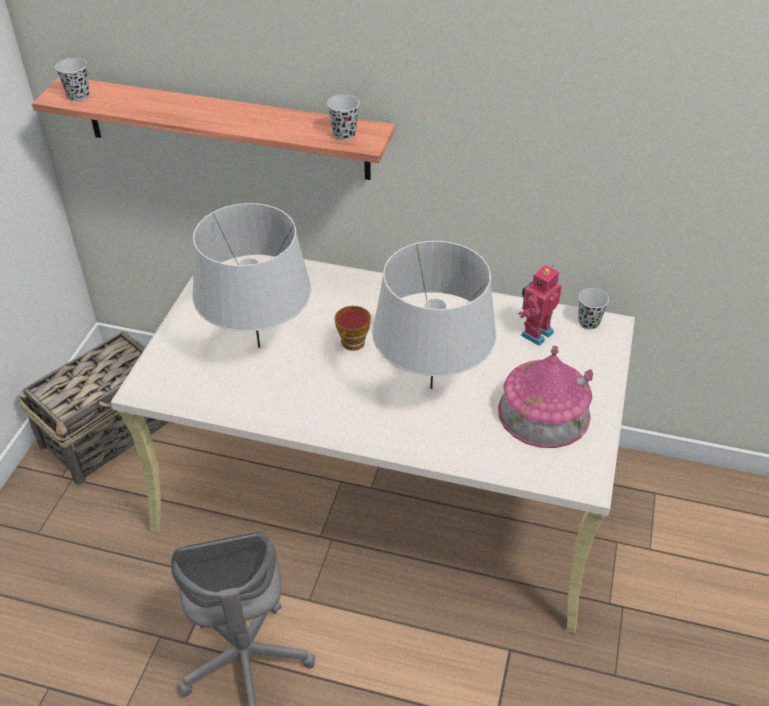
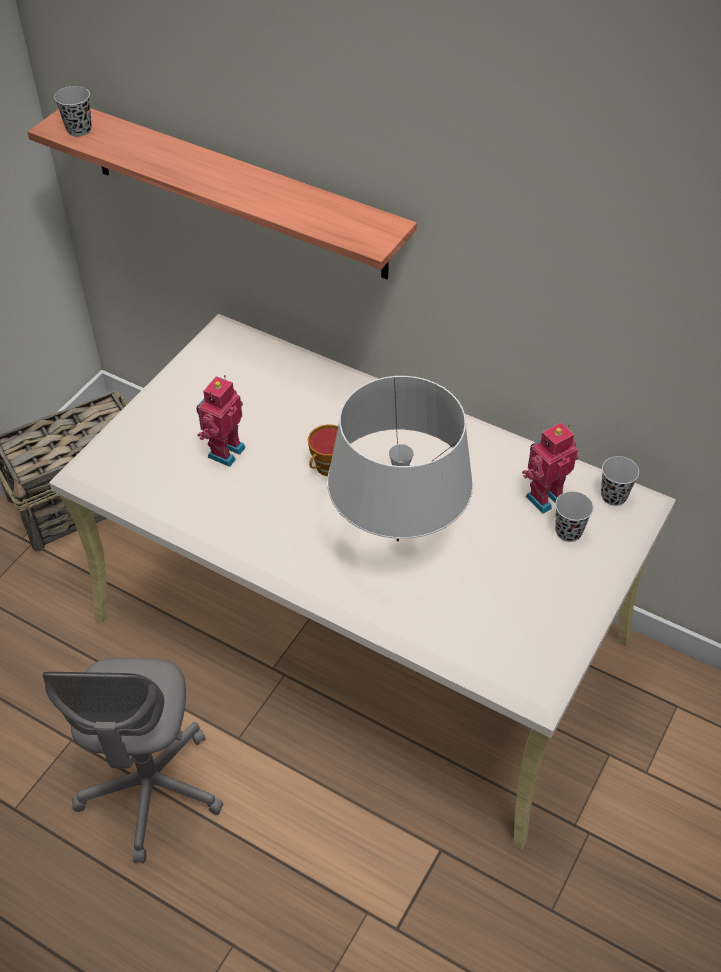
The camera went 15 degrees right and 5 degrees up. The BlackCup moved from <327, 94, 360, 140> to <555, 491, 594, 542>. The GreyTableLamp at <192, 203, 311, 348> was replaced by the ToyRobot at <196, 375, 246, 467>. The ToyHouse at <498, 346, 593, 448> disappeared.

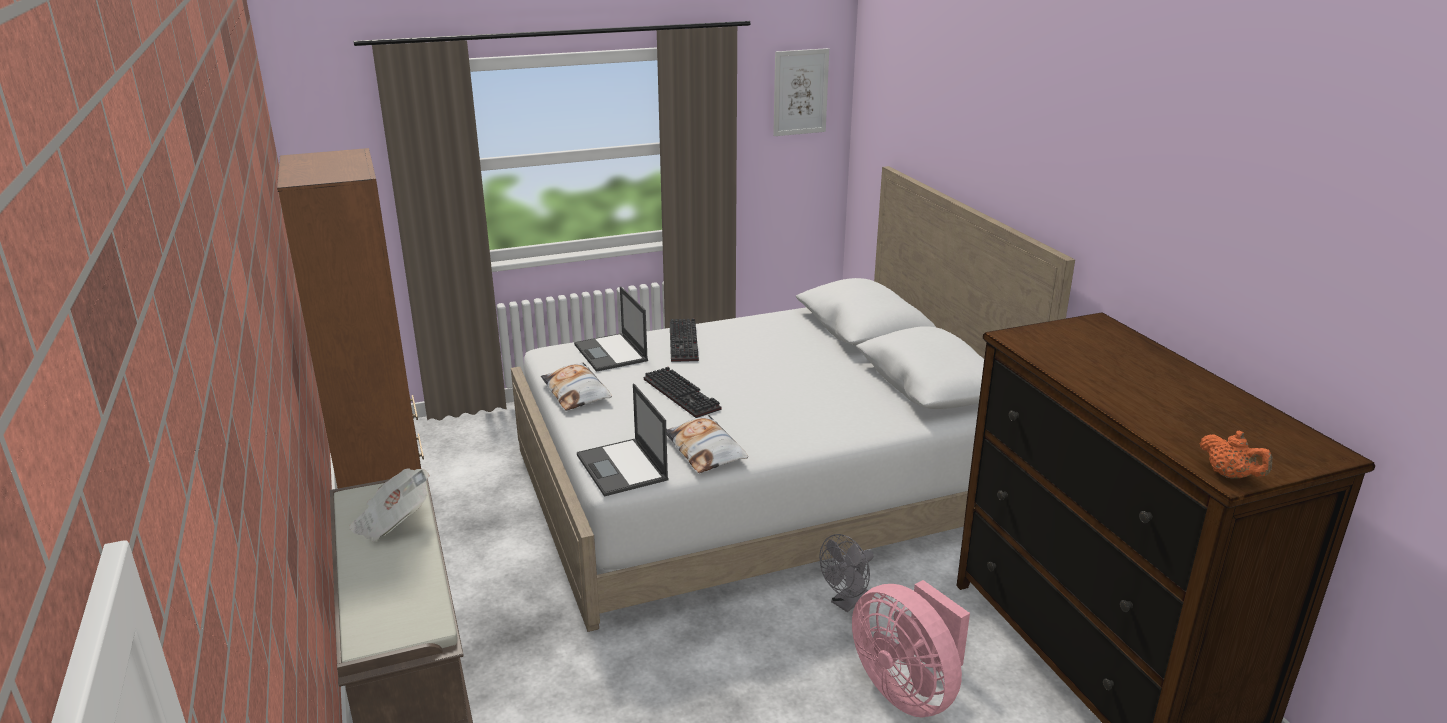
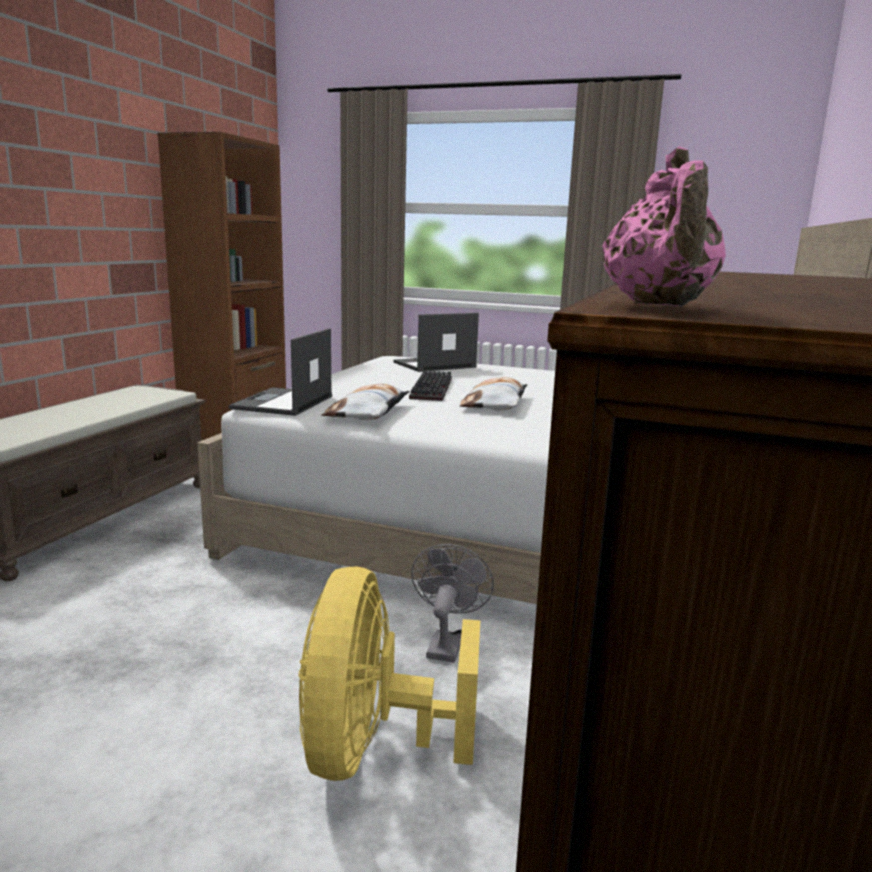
The camera went 40 degrees right and 10 degrees down. The Picture at <773, 48, 829, 136> disappeared. The Laptop at <574, 286, 648, 372> turned 45 degrees clockwise. The Keyboard at <670, 318, 699, 362> disappeared. The Pillow moved from <541, 362, 612, 410> to <459, 377, 527, 410>. The OrangeTeapot at <1200, 431, 1272, 479> became the PinkTeapot at <602, 146, 726, 306>. The Newspaper at <349, 468, 430, 542> disappeared. The GreyFan at <819, 534, 873, 612> turned 105 degrees clockwise. The PinkFan at <852, 580, 970, 718> became the YellowFan at <299, 566, 480, 781>.

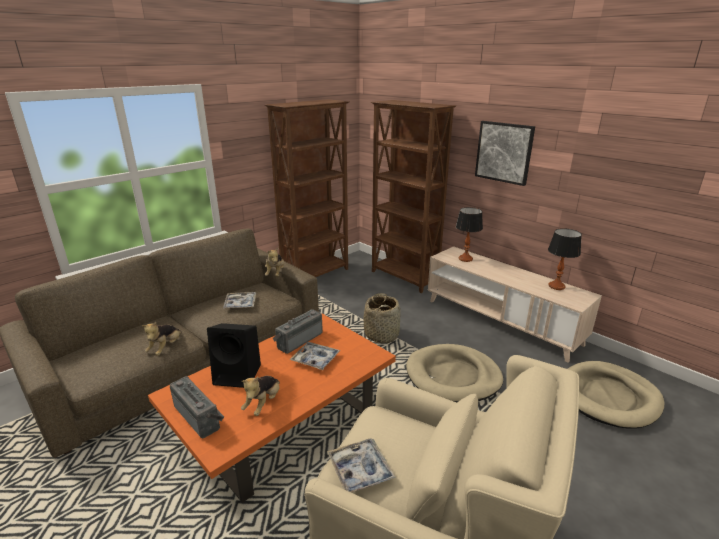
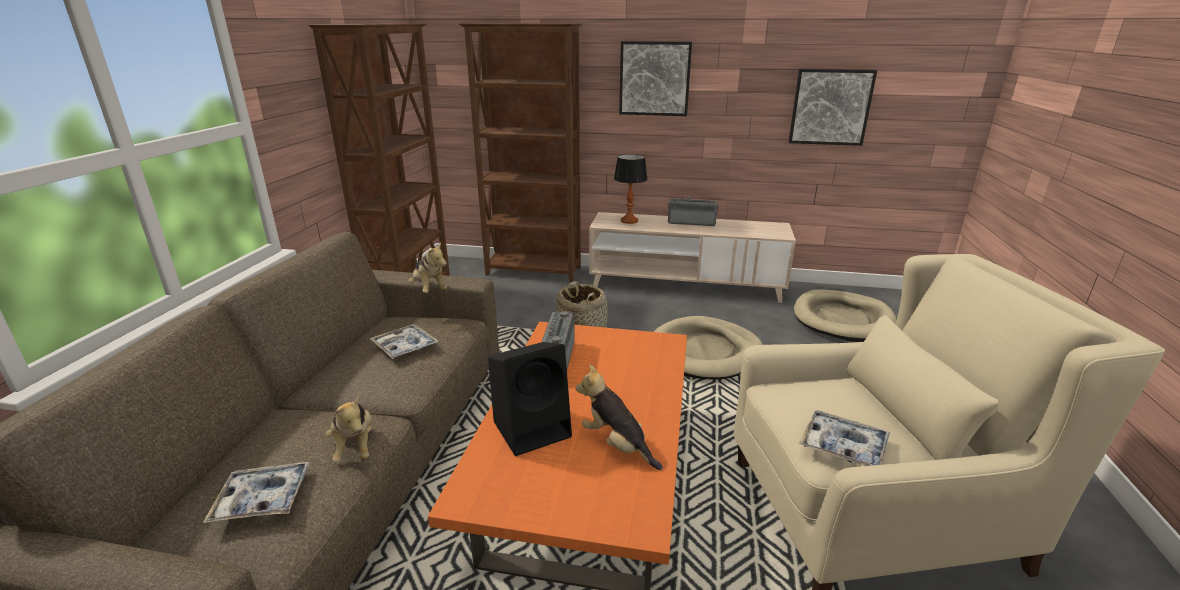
The camera went 35 degrees left and 0 degrees up. The TableLamp at <548, 228, 582, 290> disappeared. The Tray moved from <289, 342, 340, 370> to <203, 462, 310, 523>. The Radio moved from <170, 376, 224, 439> to <668, 197, 719, 226>. The PlushToy at <241, 376, 280, 416> turned 150 degrees clockwise. The Picture at <788, 69, 877, 146> appeared.

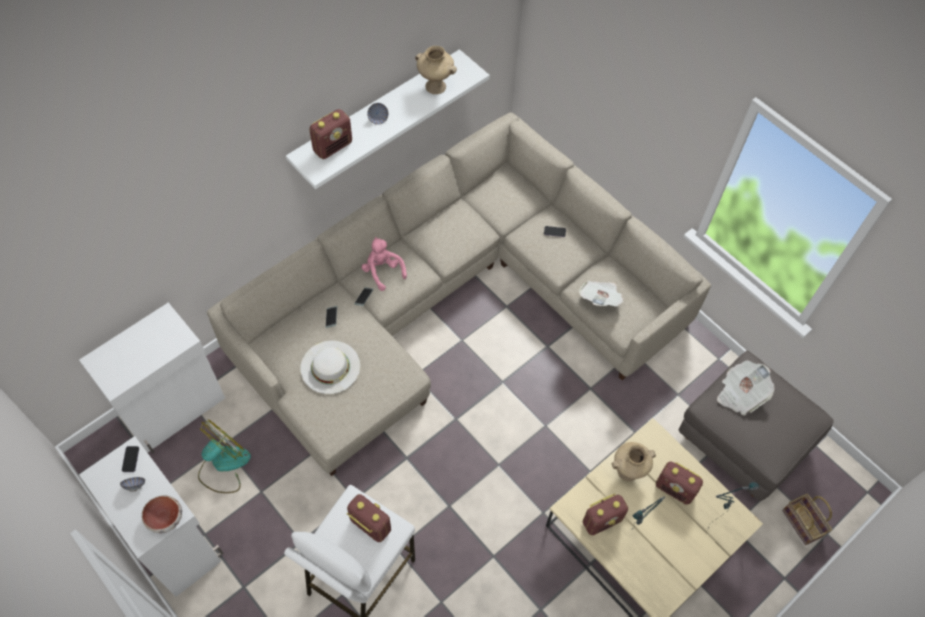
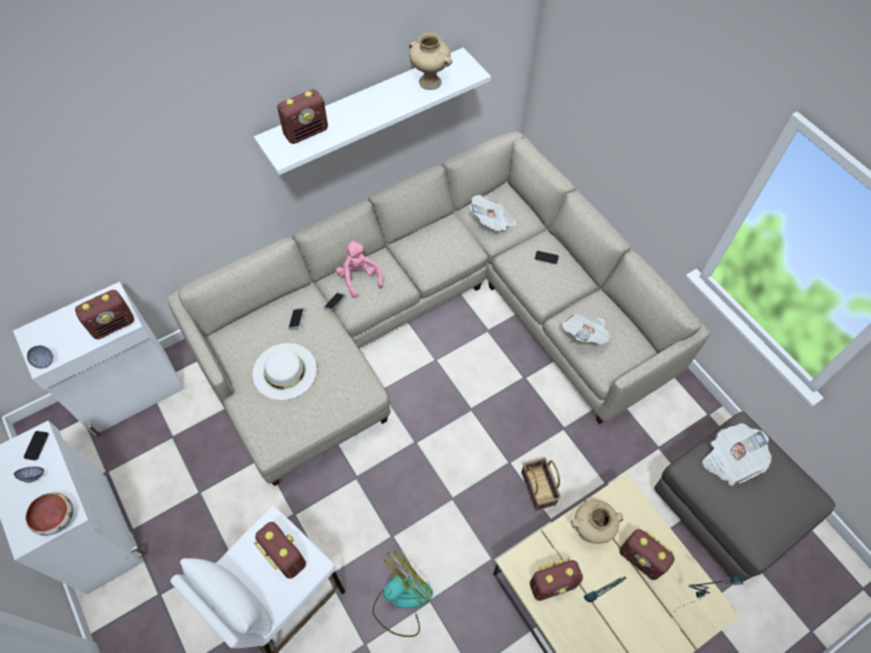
The camera went 10 degrees right and 0 degrees up. The Bowl moved from <367, 103, 388, 125> to <27, 345, 53, 369>. The Fan moved from <198, 419, 251, 493> to <373, 550, 433, 637>. The Basket moved from <782, 494, 832, 546> to <521, 457, 561, 511>. The Newspaper at <469, 195, 516, 232> appeared. The Radio at <75, 290, 134, 339> appeared.

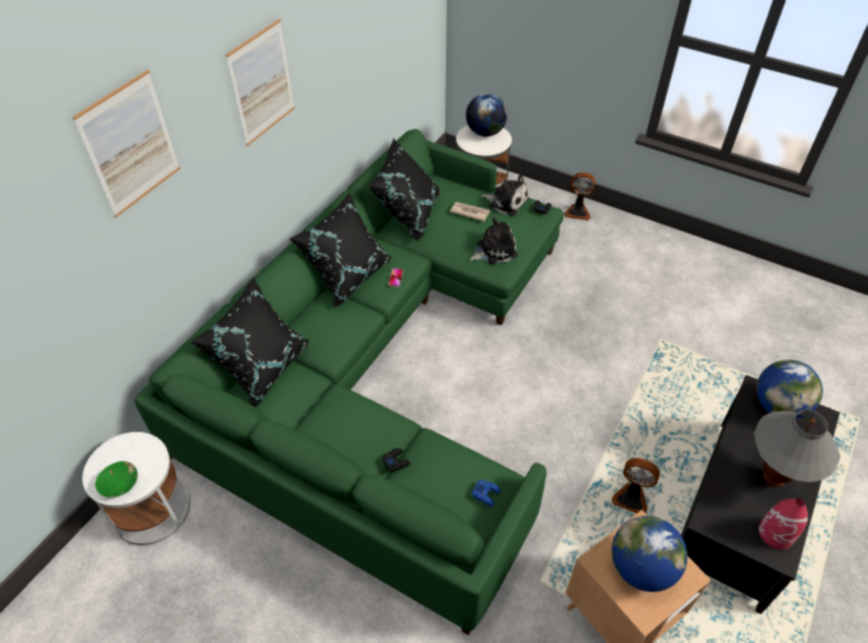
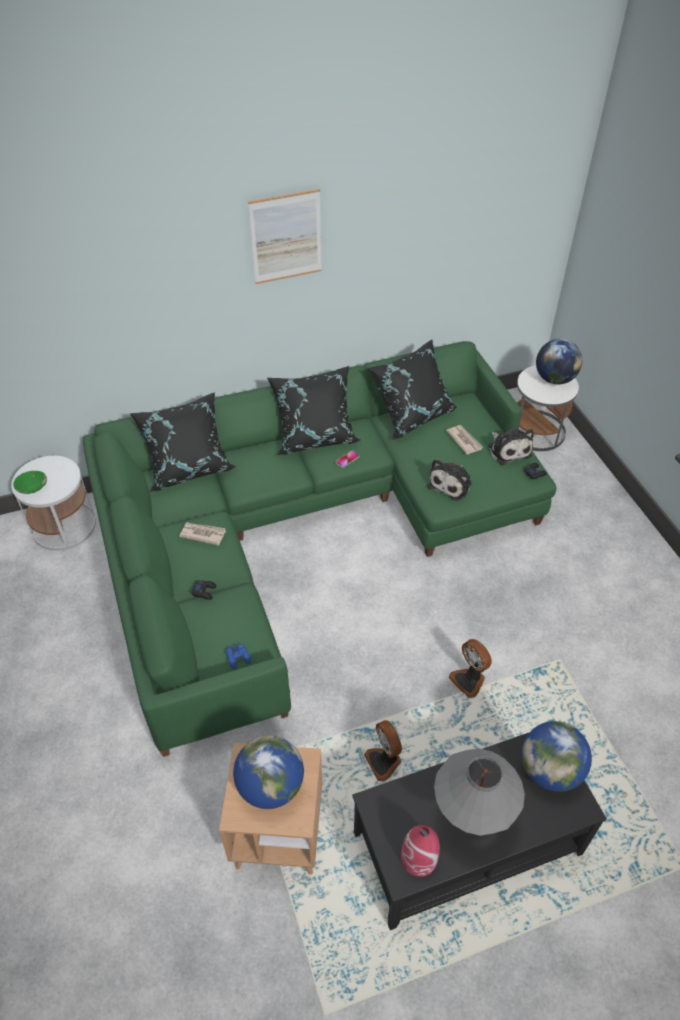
The camera went 40 degrees right and 0 degrees up. The Picture at <73, 70, 180, 217> disappeared. The Fan moved from <564, 172, 596, 220> to <449, 639, 492, 698>. The PlushToy at <470, 217, 518, 264> turned 105 degrees clockwise. The Newspaper at <179, 522, 226, 546> appeared.

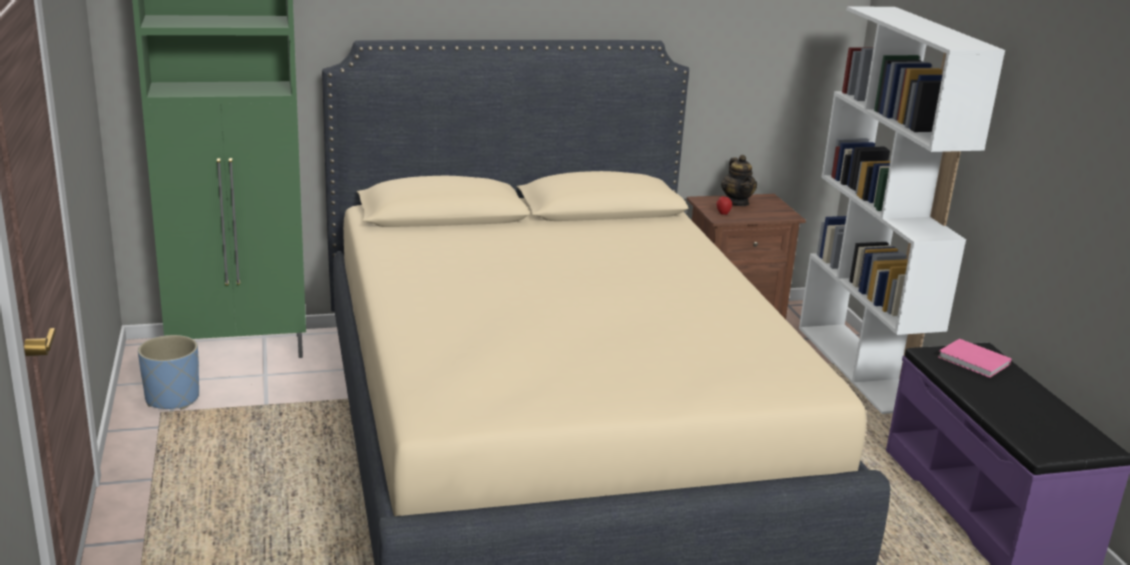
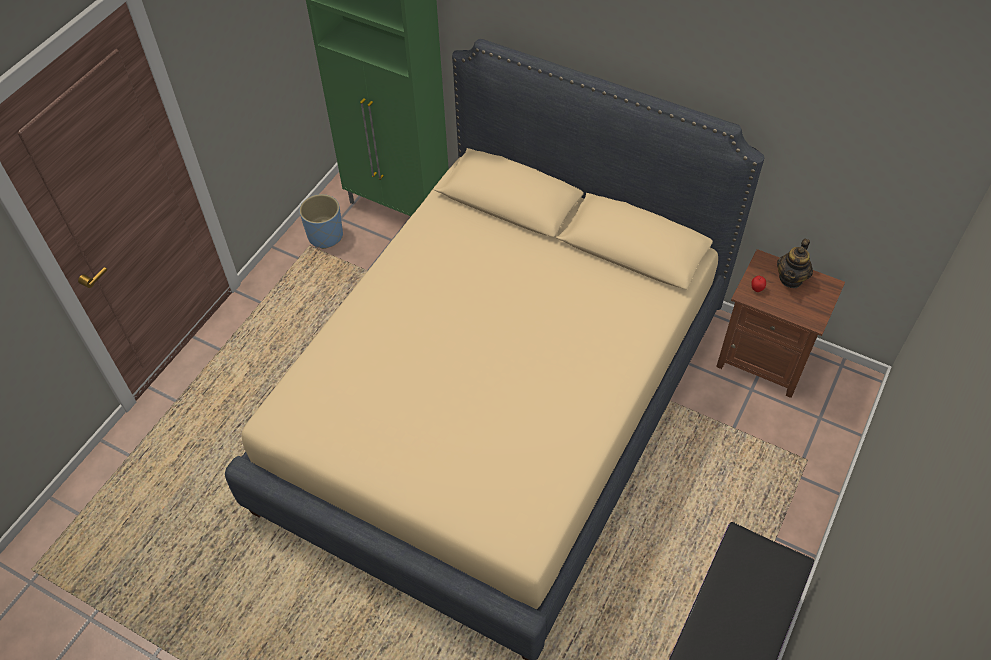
The camera went 45 degrees right and 30 degrees up. The WhiteBookcase at <799, 6, 1005, 414> disappeared. The PinkBook at <938, 339, 1012, 378> disappeared.

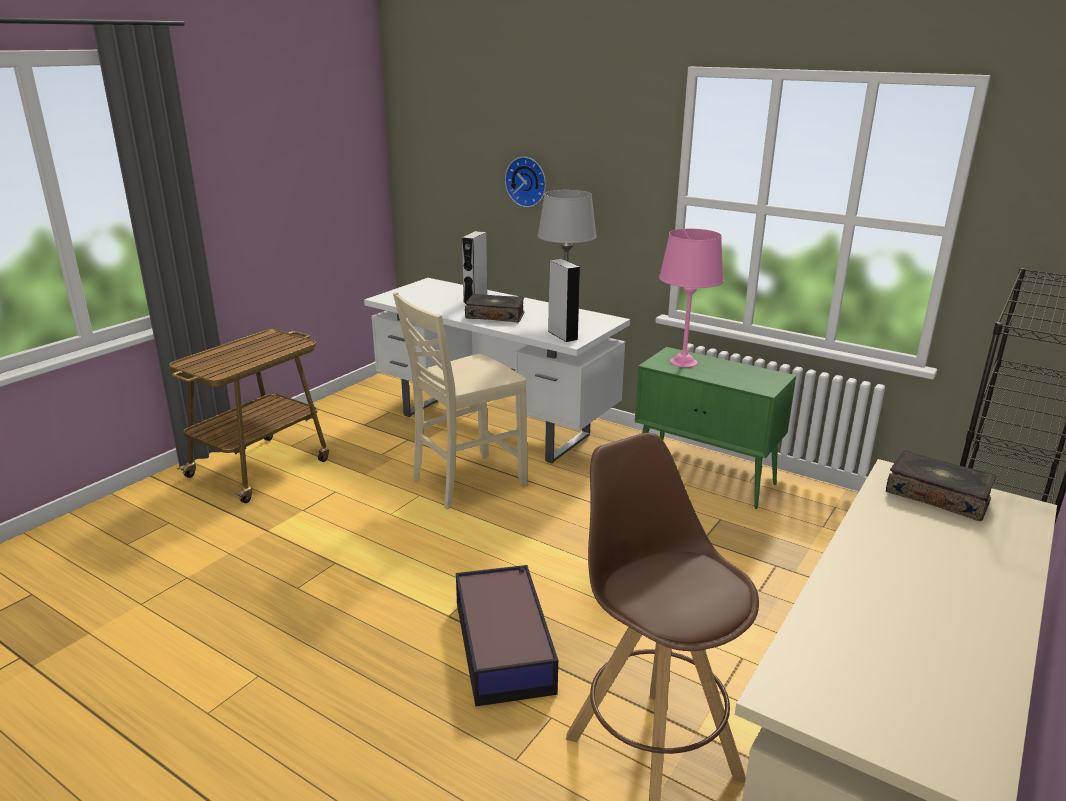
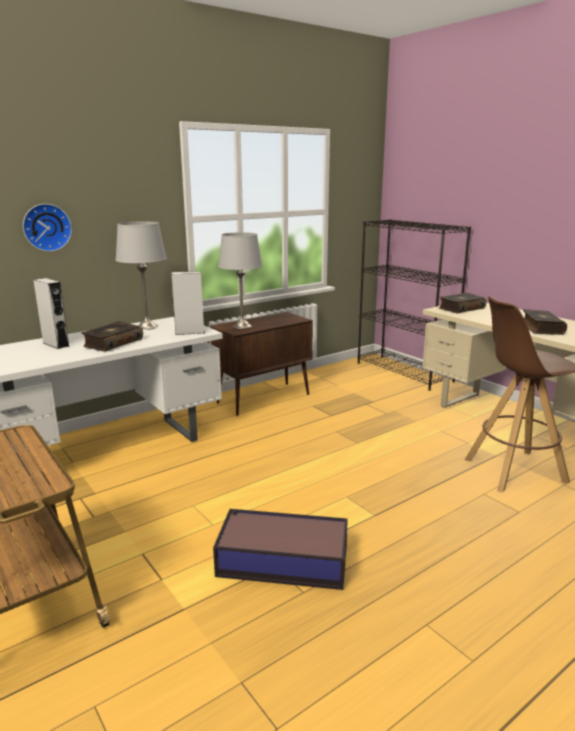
The camera went 70 degrees left and 5 degrees down. The PinkTableLamp at <659, 229, 724, 367> became the GreyTableLamp at <218, 232, 262, 329>. The BeigeChair at <393, 292, 528, 509> disappeared. The GreenCabinet at <635, 347, 796, 509> became the BrownCabinet at <210, 312, 313, 416>. The StorageBox moved from <456, 565, 558, 707> to <213, 509, 348, 590>. The Book at <523, 309, 567, 335> appeared.

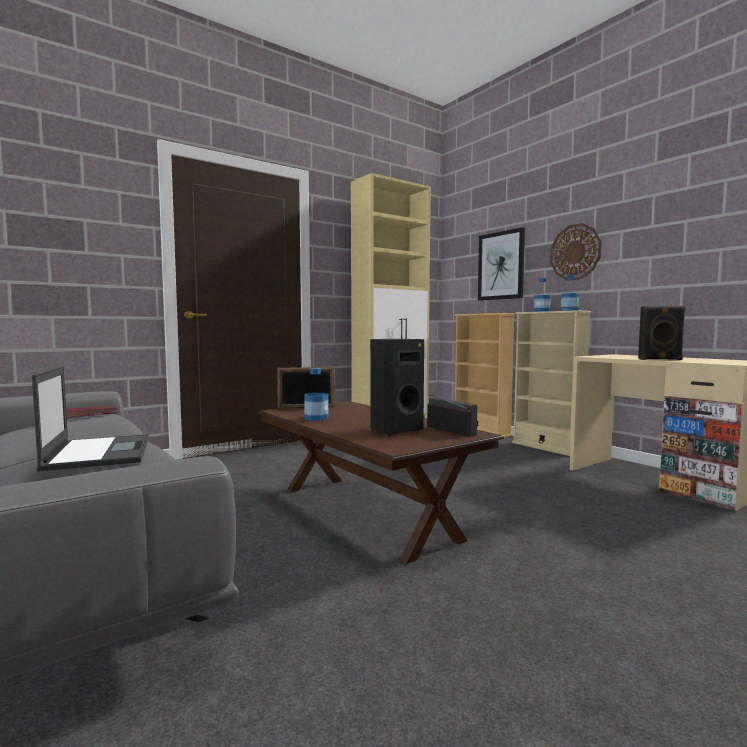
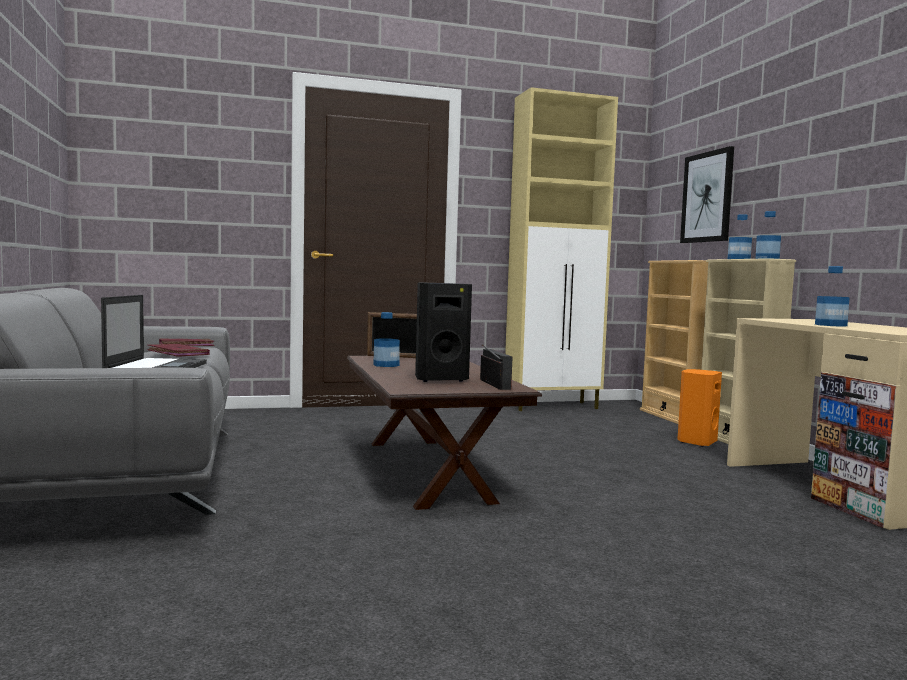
The camera went 20 degrees right and 0 degrees up. The WallClock at <550, 223, 602, 281> disappeared. The BlackSpeaker at <638, 306, 686, 360> was replaced by the Bottle at <815, 266, 850, 327>. The RedBook at <147, 344, 210, 357> appeared. The OrangeSpeaker at <678, 369, 722, 447> appeared.

